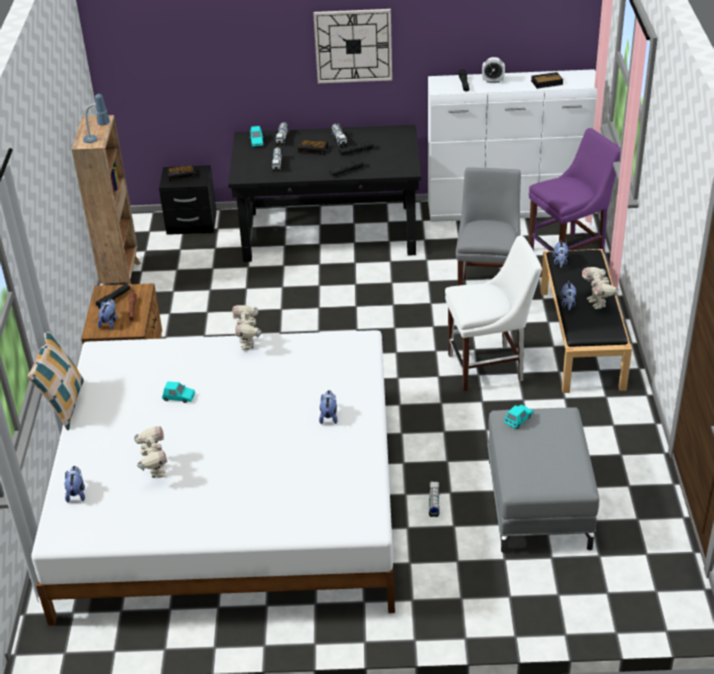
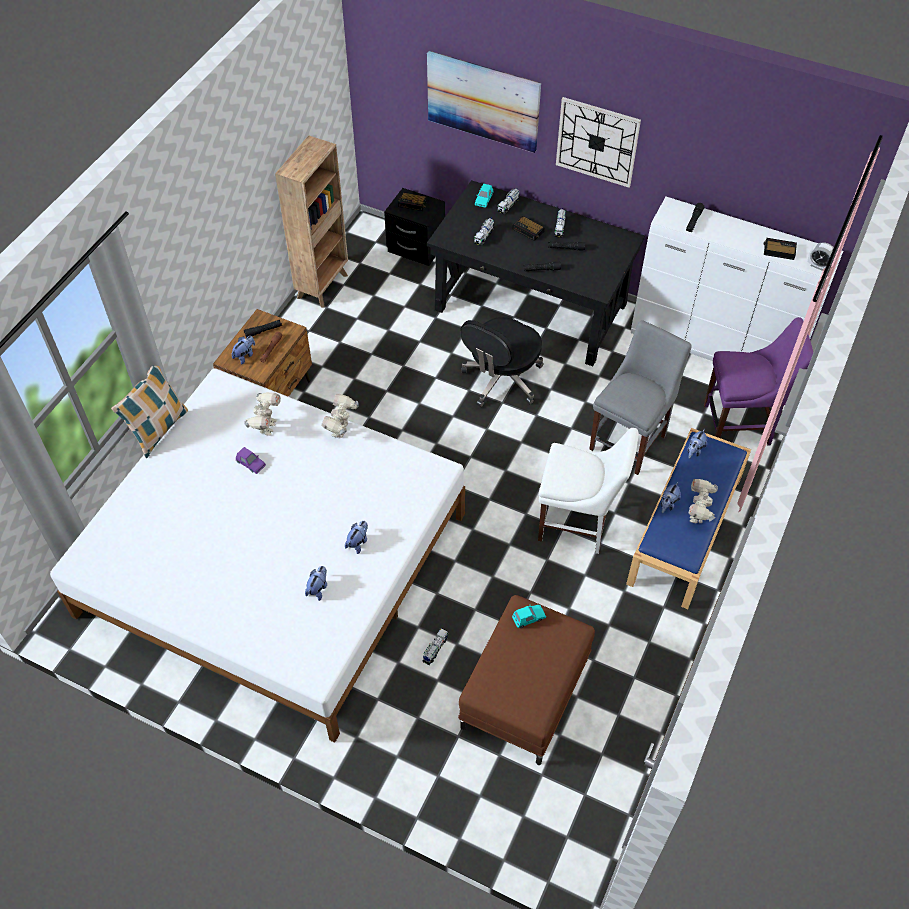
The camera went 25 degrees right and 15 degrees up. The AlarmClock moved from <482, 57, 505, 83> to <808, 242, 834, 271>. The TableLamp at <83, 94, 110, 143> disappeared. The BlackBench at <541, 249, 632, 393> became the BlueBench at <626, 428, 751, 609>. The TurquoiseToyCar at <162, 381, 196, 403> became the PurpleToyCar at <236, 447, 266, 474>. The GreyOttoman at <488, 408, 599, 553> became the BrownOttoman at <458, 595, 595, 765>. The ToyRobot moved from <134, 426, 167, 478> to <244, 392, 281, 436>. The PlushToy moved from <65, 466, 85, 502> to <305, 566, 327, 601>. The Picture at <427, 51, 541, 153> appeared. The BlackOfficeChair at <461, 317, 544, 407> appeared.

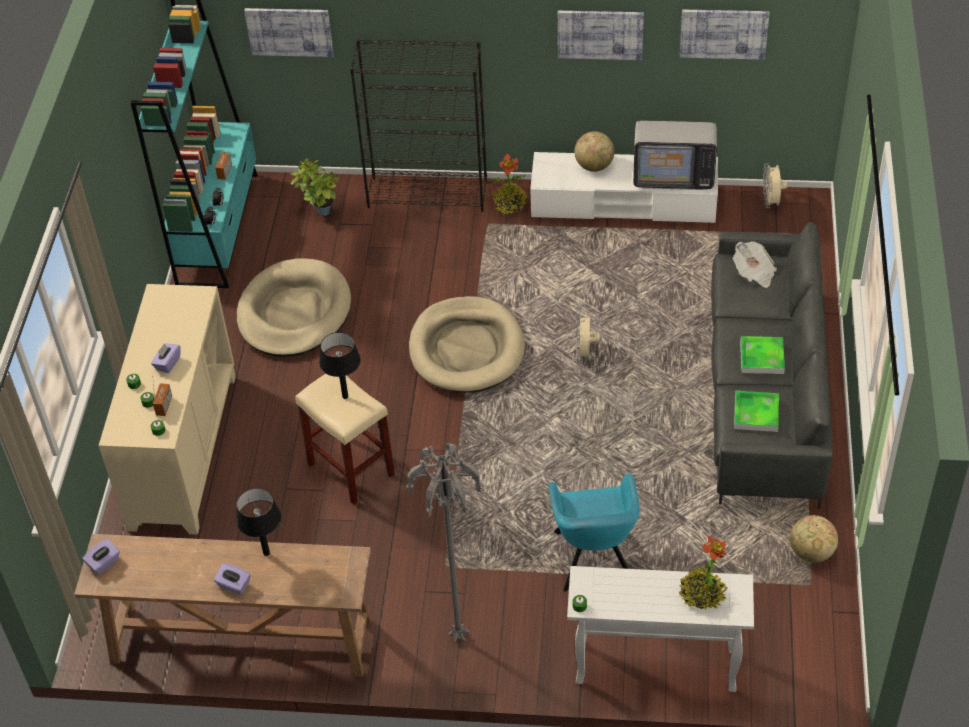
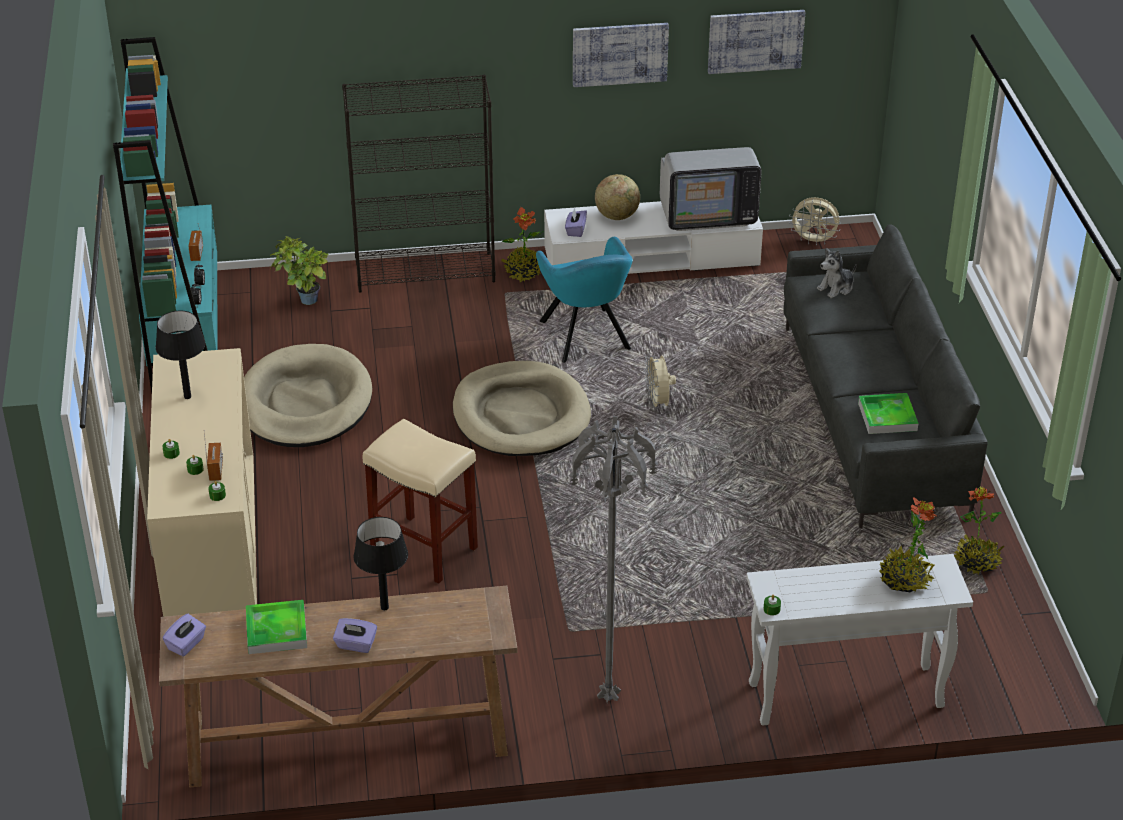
The camera went 15 degrees left and 10 degrees down. The Picture at <244, 8, 334, 57> disappeared. The BeigeFan at <763, 163, 787, 208> turned 60 degrees counterclockwise. The Newspaper at <733, 241, 777, 288> was replaced by the PlushToy at <817, 248, 857, 298>. The BlackTableLamp moved from <319, 332, 361, 399> to <156, 311, 205, 399>. The Tray moved from <740, 336, 785, 374> to <246, 600, 307, 654>. The PurpleTissueBox moved from <151, 343, 181, 373> to <565, 208, 587, 237>. The TurquoiseArmchair moved from <549, 474, 640, 592> to <536, 237, 633, 363>. The Globe at <790, 515, 838, 563> was replaced by the PottedPlant at <954, 486, 1004, 574>.

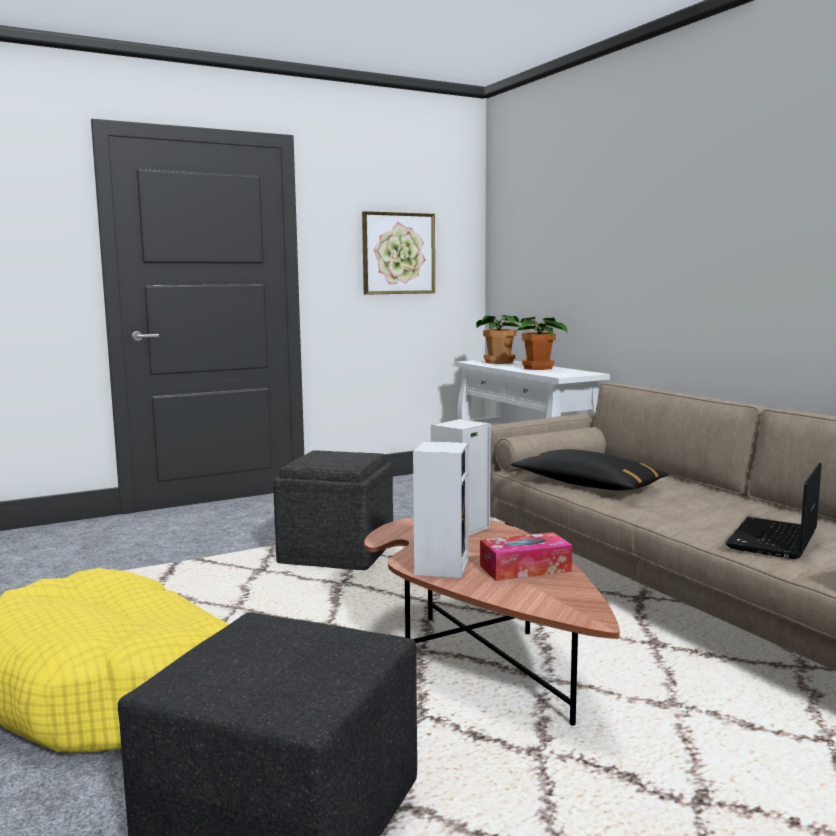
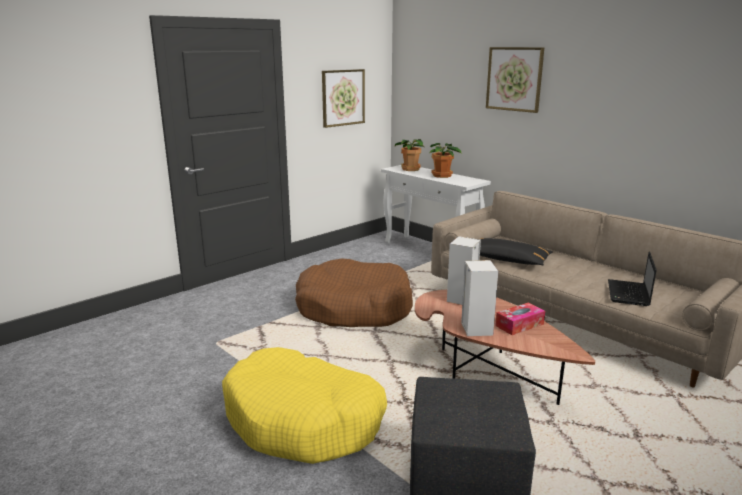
The camera went 15 degrees left and 10 degrees up. The GreyOttoman at <273, 450, 393, 570> was replaced by the BrownDogBed at <295, 258, 413, 327>. The Picture at <486, 47, 544, 113> appeared.

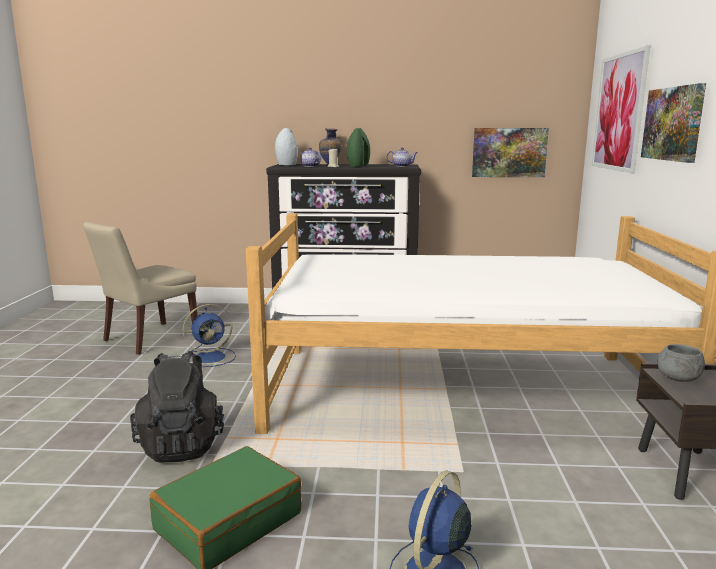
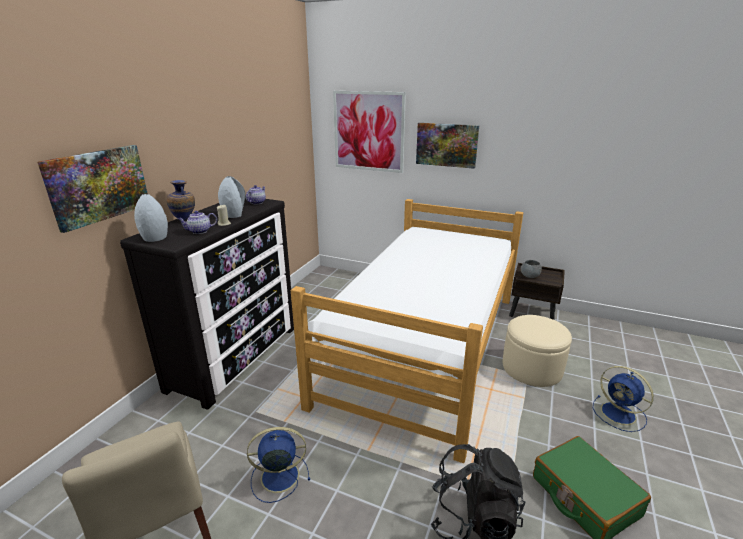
The camera went 70 degrees left and 10 degrees up. The GreenVase at <347, 128, 370, 167> became the GreyVase at <218, 176, 246, 218>. The Picture moved from <472, 128, 549, 177> to <37, 145, 148, 233>. The BlueFan at <183, 304, 236, 367> turned 90 degrees counterclockwise. The BeigeOttoman at <503, 315, 572, 387> appeared.

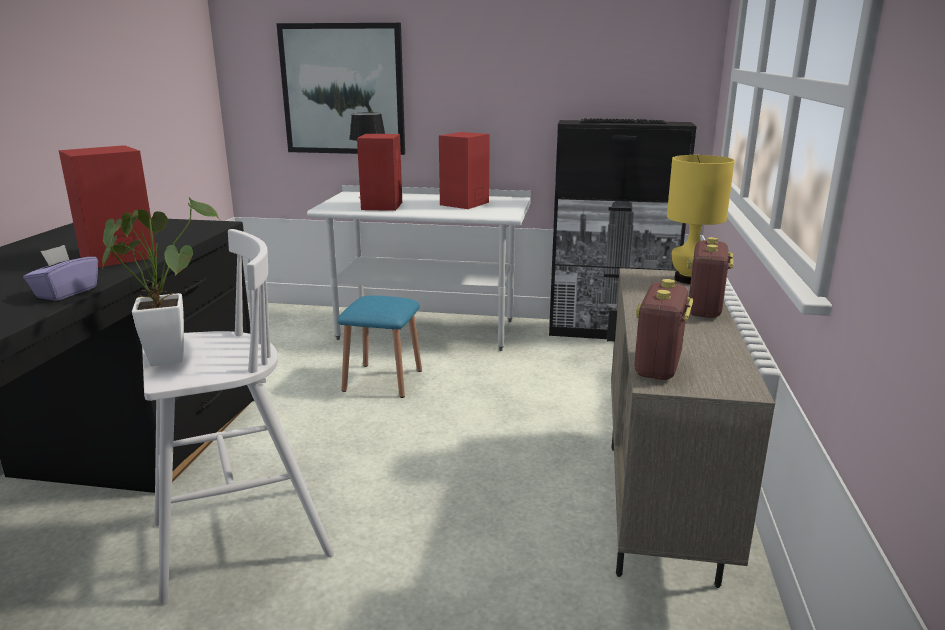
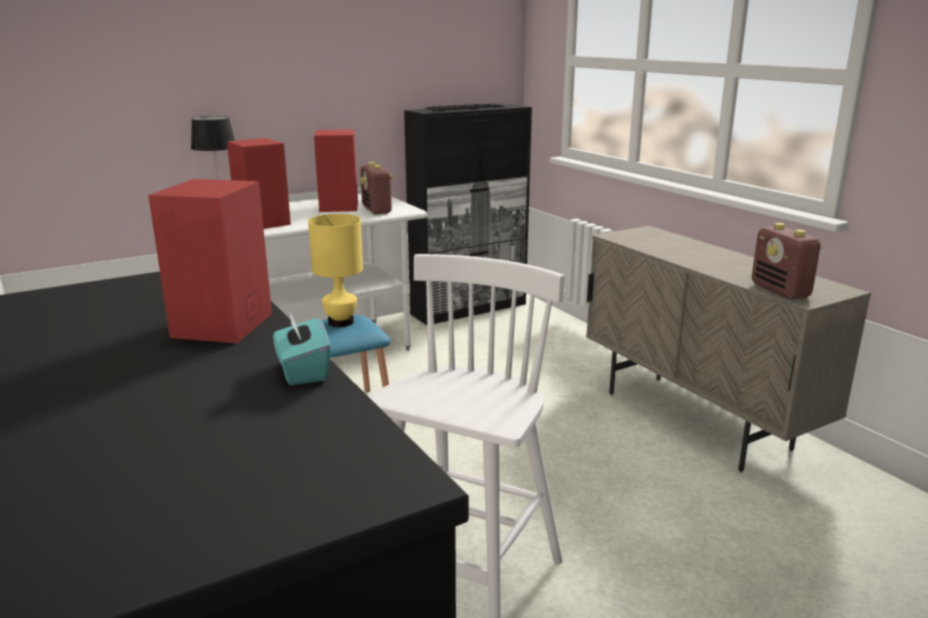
The camera went 40 degrees left and 0 degrees up. The Picture at <276, 23, 405, 155> disappeared. The YellowTableLamp moved from <667, 155, 735, 284> to <308, 214, 363, 327>. The PottedPlant at <102, 197, 219, 367> disappeared. The Radio moved from <687, 237, 733, 318> to <360, 162, 394, 215>. The PurpleTissueBox at <23, 245, 98, 301> became the TurquoiseTissueBox at <273, 312, 330, 385>.

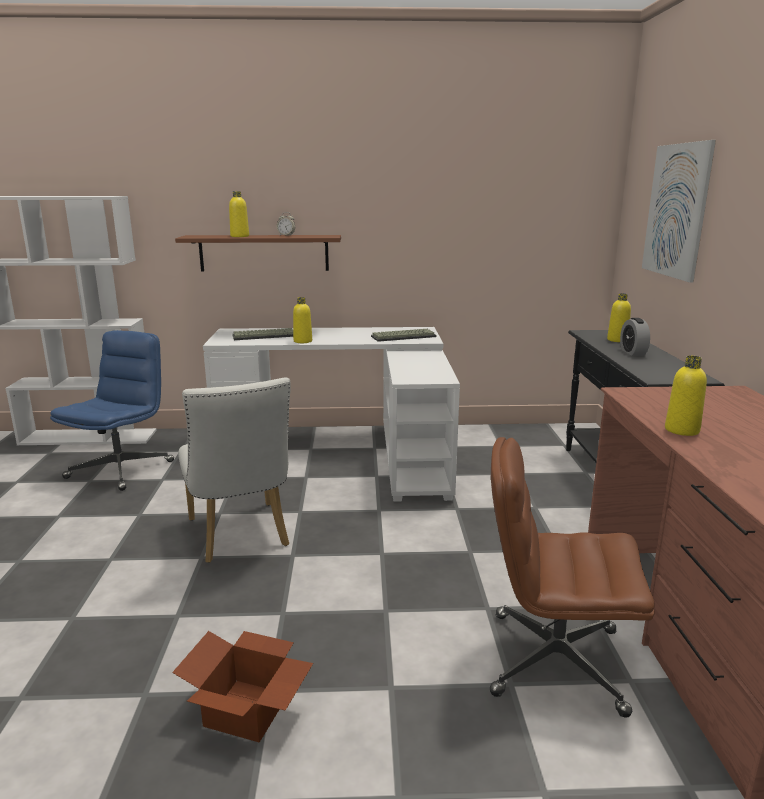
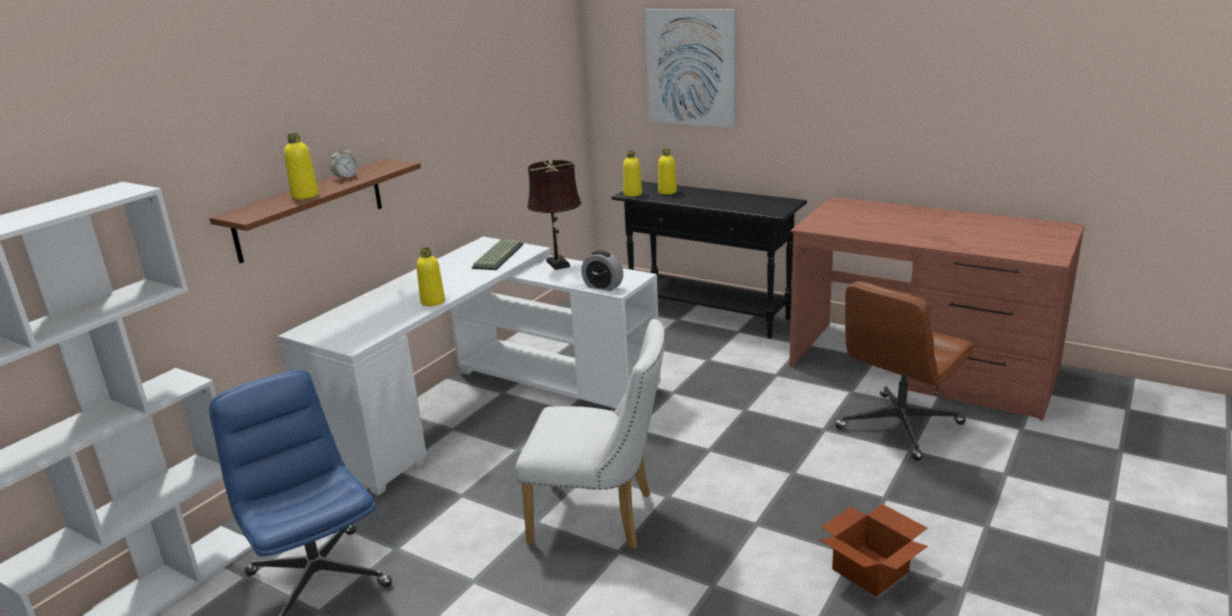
The camera went 55 degrees left and 5 degrees up. The AlarmClock moved from <620, 318, 650, 356> to <581, 250, 623, 291>. The Keyboard at <232, 328, 293, 340> disappeared. The YellowBottle moved from <665, 356, 707, 436> to <623, 151, 642, 197>. The BrownTableLamp at <527, 160, 581, 270> appeared.

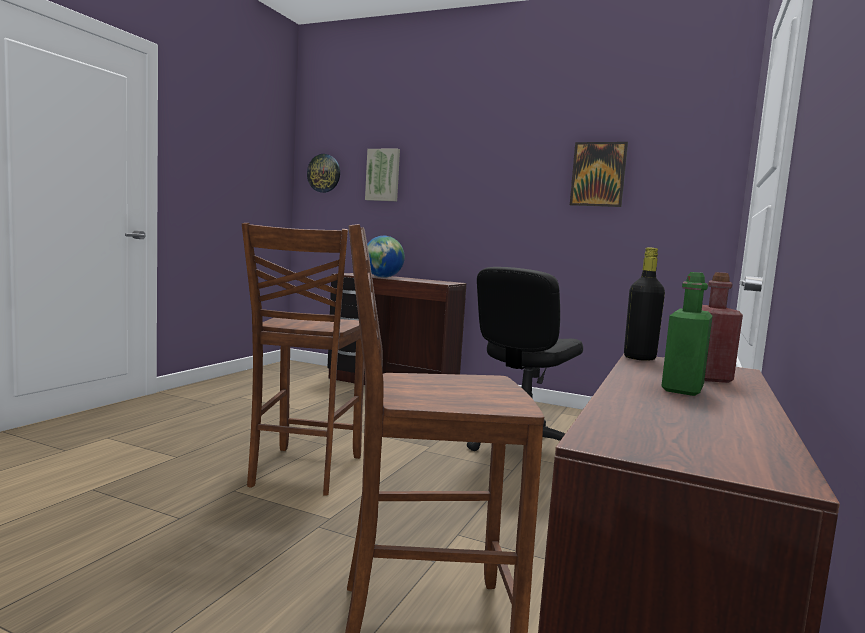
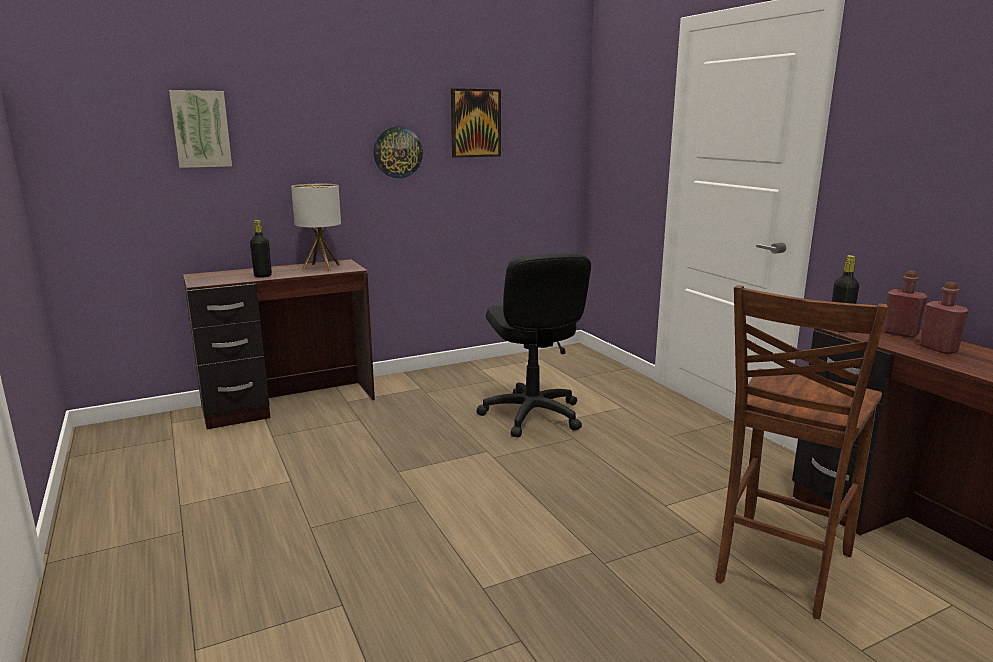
The camera went 50 degrees left and 10 degrees up. The WallClock moved from <307, 154, 340, 193> to <374, 126, 423, 178>. The BrownChair at <242, 223, 364, 495> disappeared. The Globe at <367, 236, 405, 278> was replaced by the BlackBottle at <250, 220, 272, 278>. The GreenBottle at <661, 272, 712, 396> became the RedBottle at <920, 282, 968, 354>. The TableLamp at <291, 184, 341, 271> appeared.

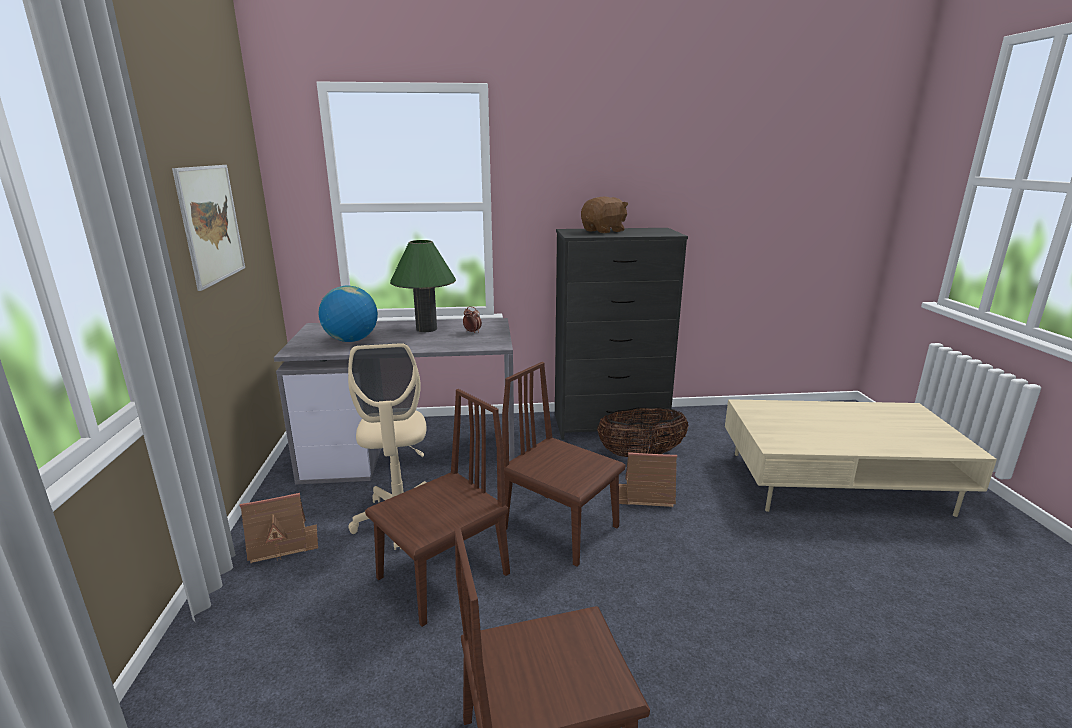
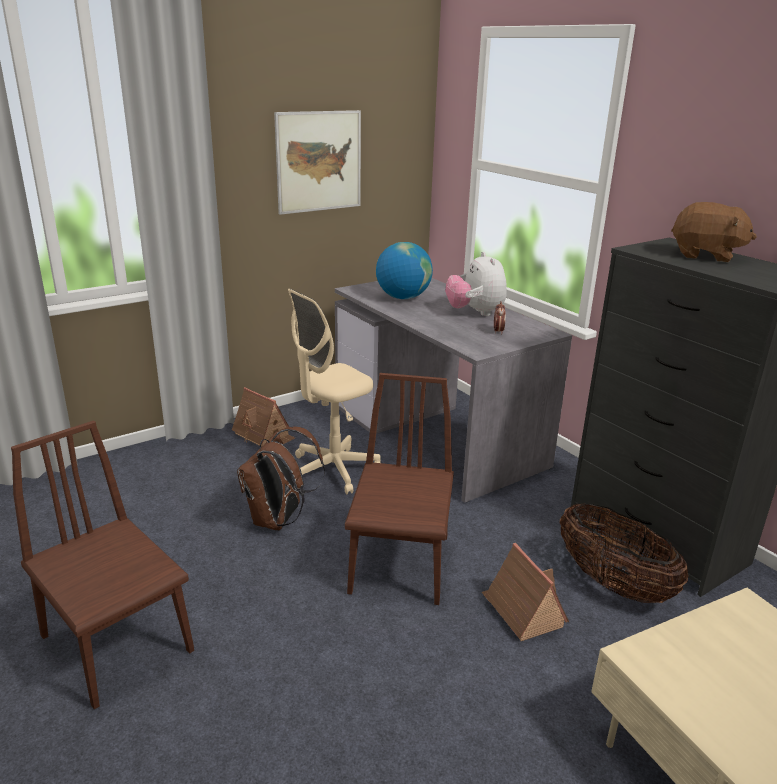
The camera went 60 degrees right and 5 degrees up. The GreenTableLamp at <390, 240, 456, 332> was replaced by the PlushToy at <445, 252, 507, 316>. The BrownChair at <365, 389, 510, 627> was replaced by the BrownBackpack at <237, 427, 325, 530>.

